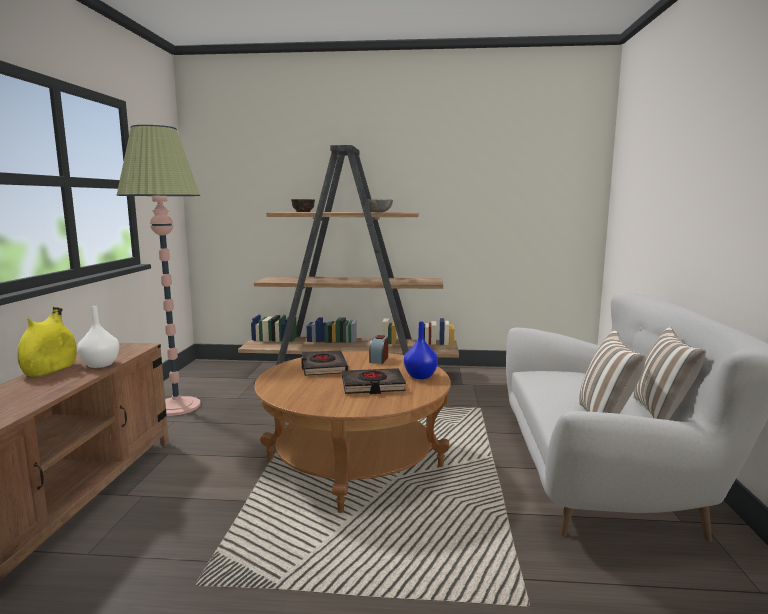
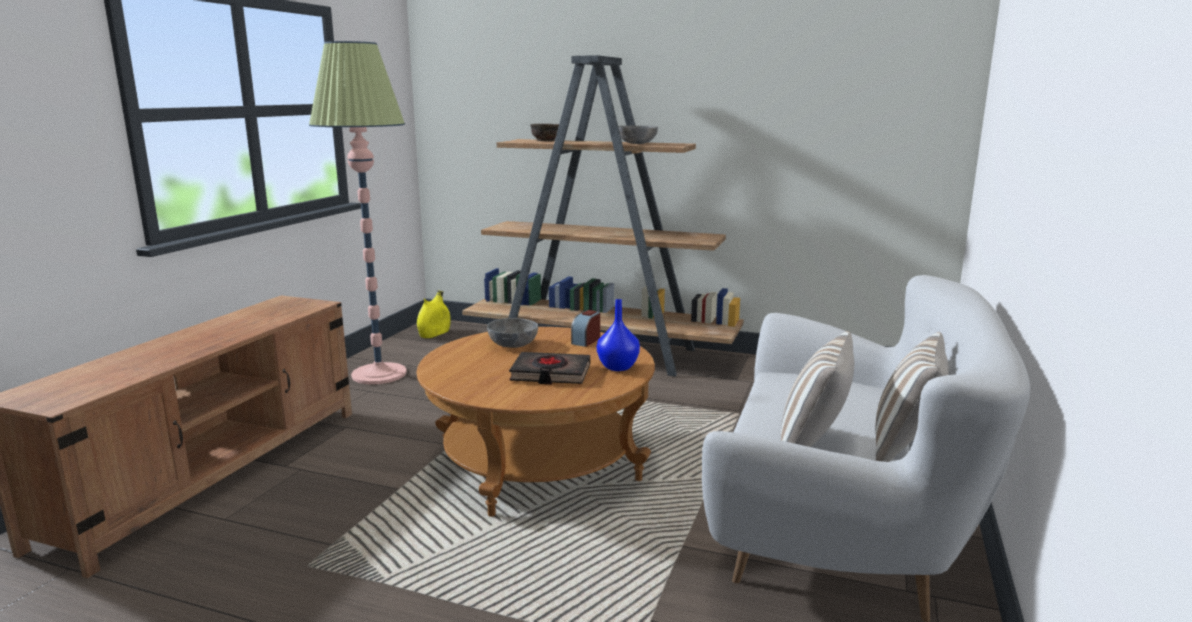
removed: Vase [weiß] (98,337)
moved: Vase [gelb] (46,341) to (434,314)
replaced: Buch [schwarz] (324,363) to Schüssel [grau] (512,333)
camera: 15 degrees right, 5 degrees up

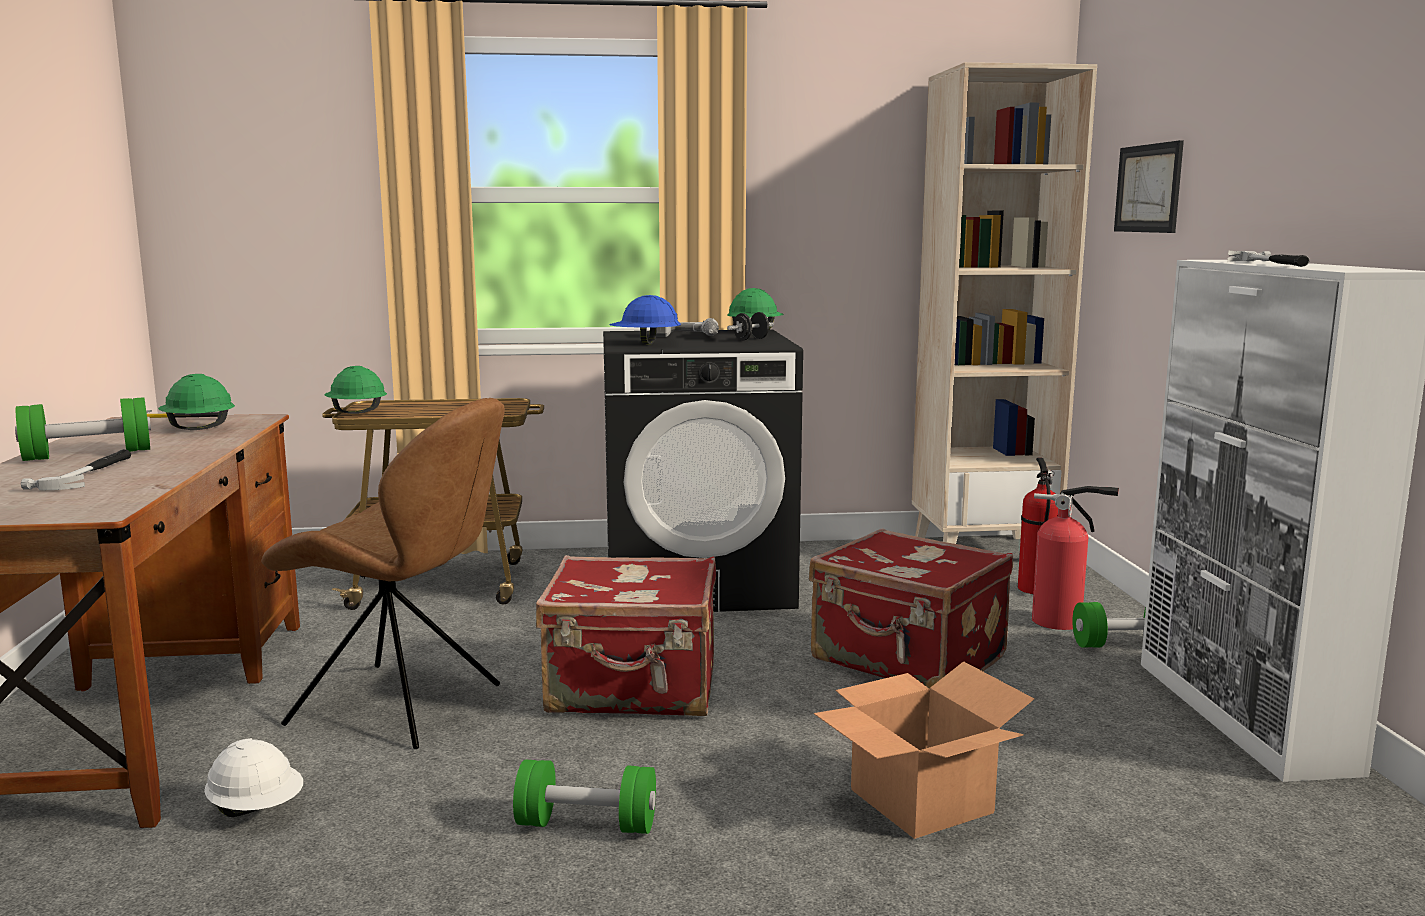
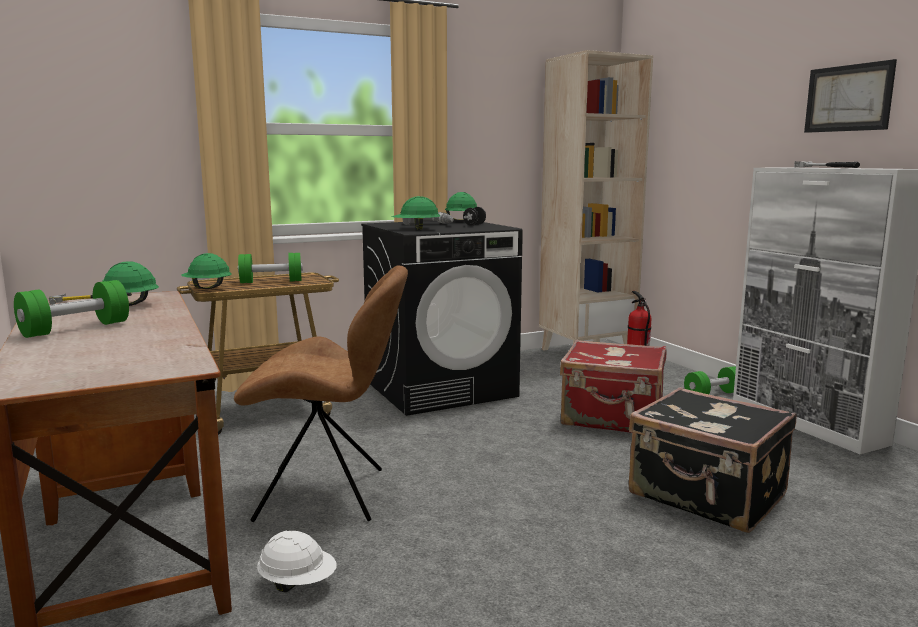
removed: Hammer (76,469); Koffer [rot] (626,635); Feuerlöscher (1075,558)
moved: Hantel [grün] (584,797) to (270,268); Bild (1149,186) to (850,96)
replaced: Karton (924,750) to Koffer [schwarz] (712,460)
recoloured: Schutzhelm [blau] (645,319) to Schutzhelm [grün] (416,213)
camera: 20 degrees left, 0 degrees up

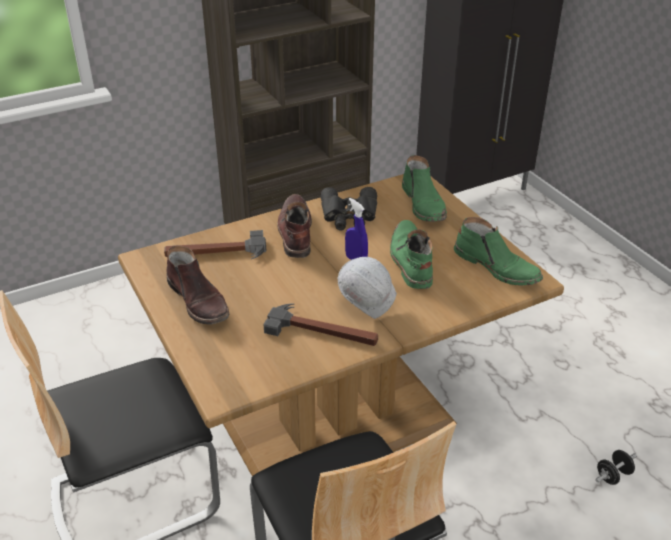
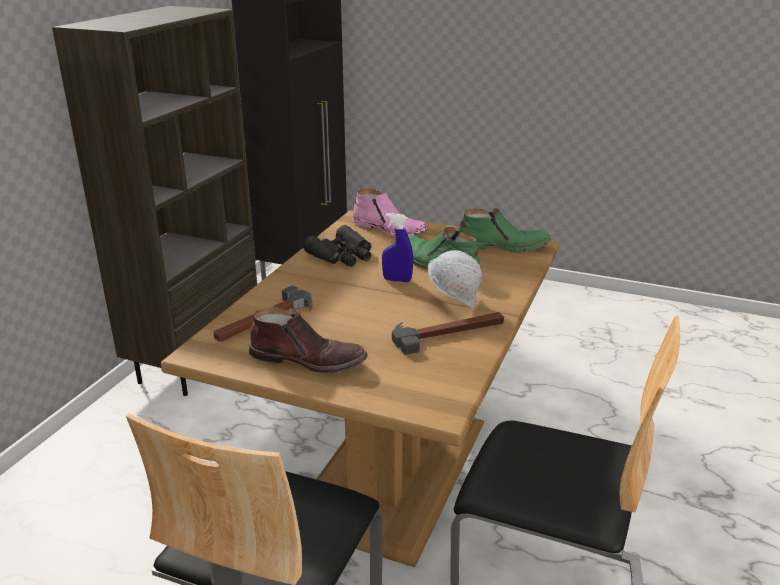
removed: Stiefel [braun] (294,226); Hantel [schwarz] (616,467)
recoloured: Stiefel [grün] (424,188) to Stiefel [rosa] (390,213)
camera: 40 degrees left, 10 degrees down

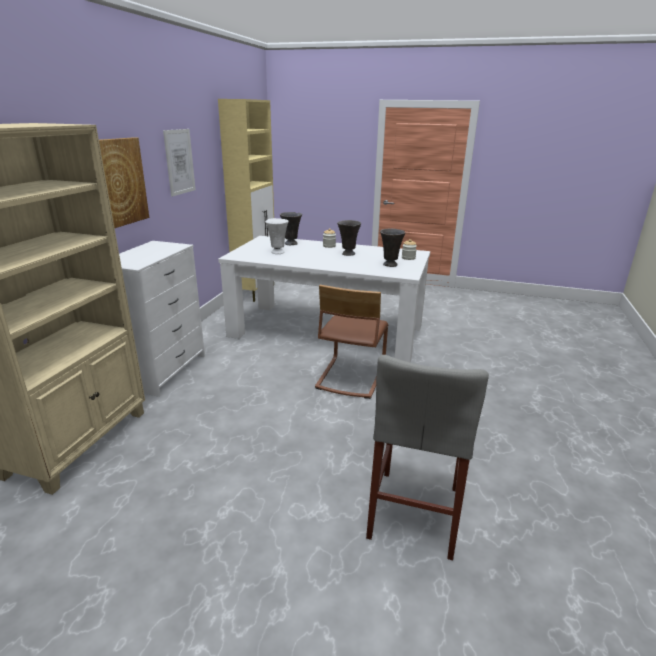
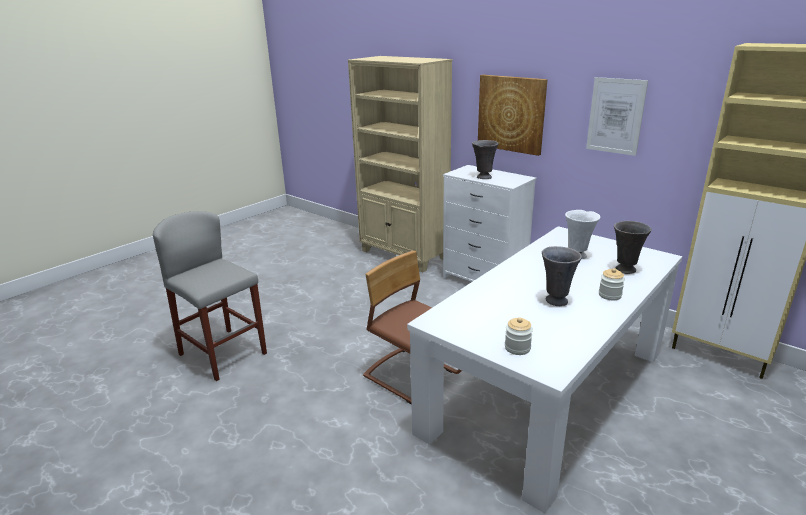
moved: Vase [grau] (392,248) to (485,159)
camera: 115 degrees right, 0 degrees up

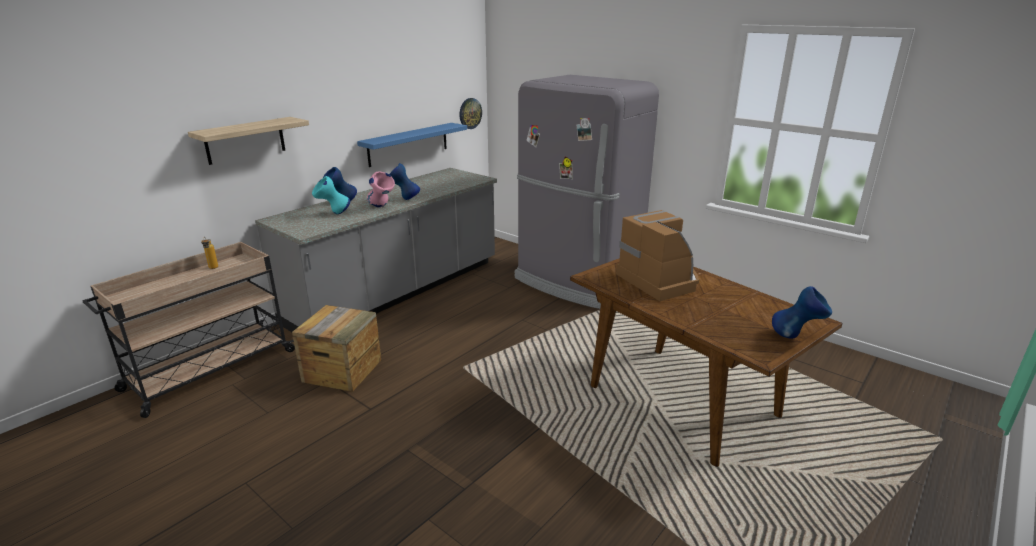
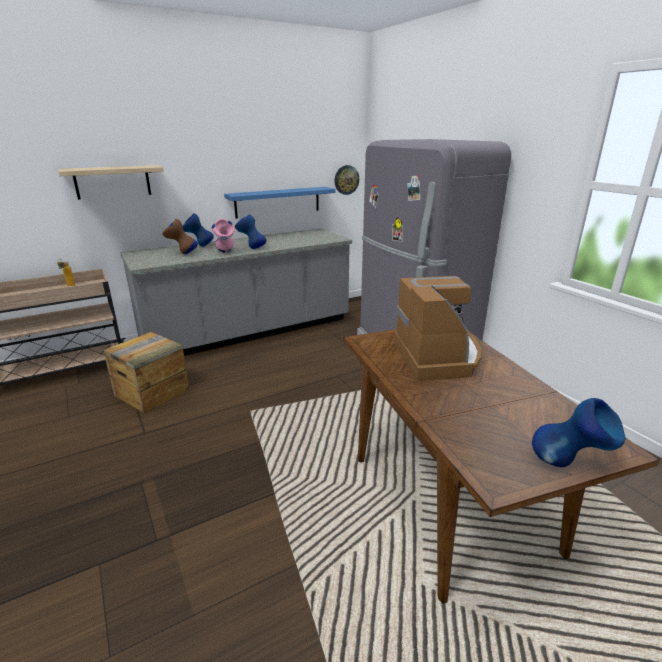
recoloured: Vase [türkis] (331,195) to Vase [braun] (180,236)
camera: 20 degrees right, 0 degrees up

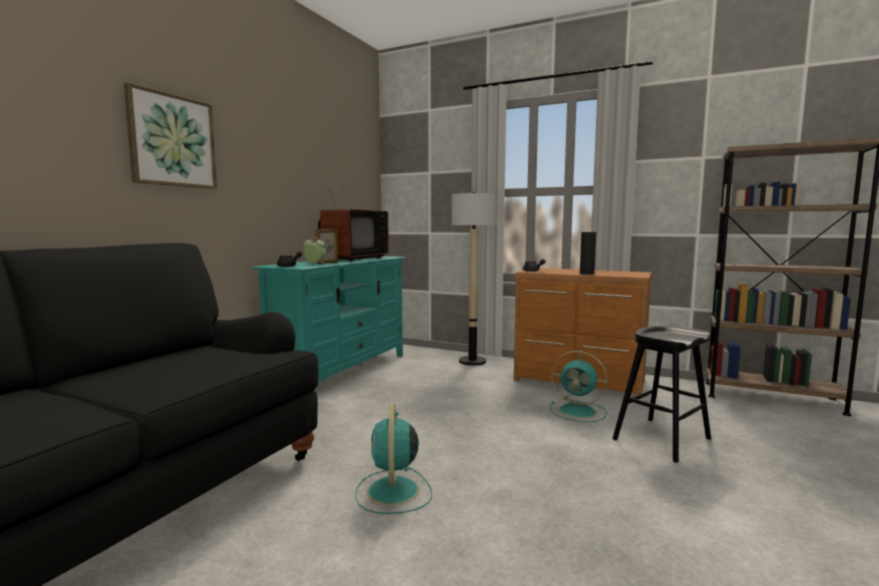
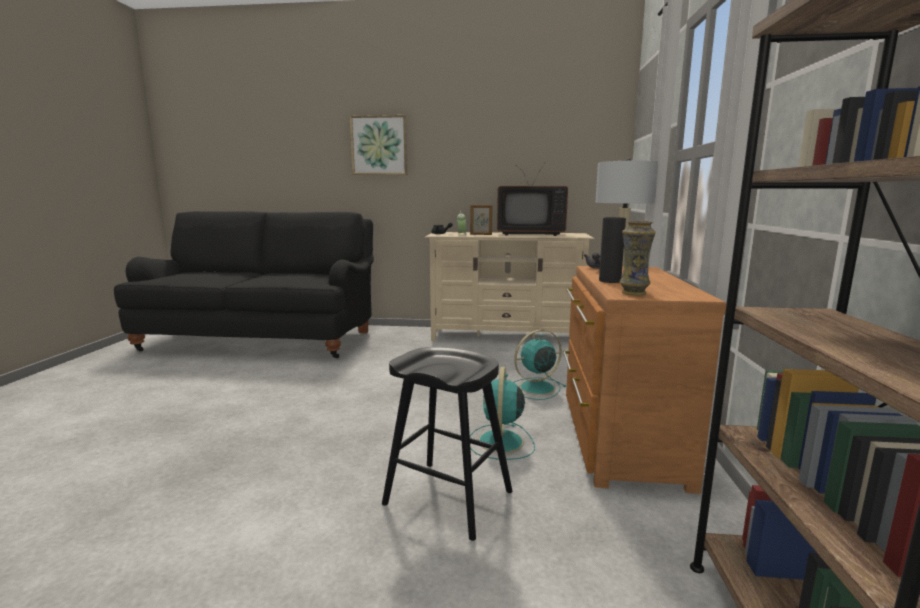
added: Vase (637,258)
moved: Ventilator [türkis] (393,459) to (540,364)
recoloured: Fernsehschrank [türkis] (329,319) to Fernsehschrank [beige] (510,286)
camera: 70 degrees right, 5 degrees up

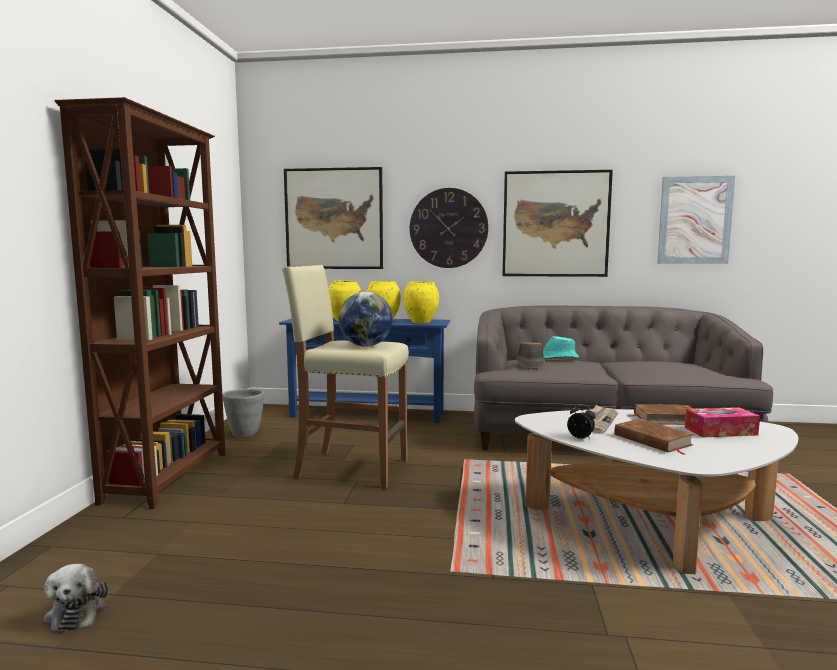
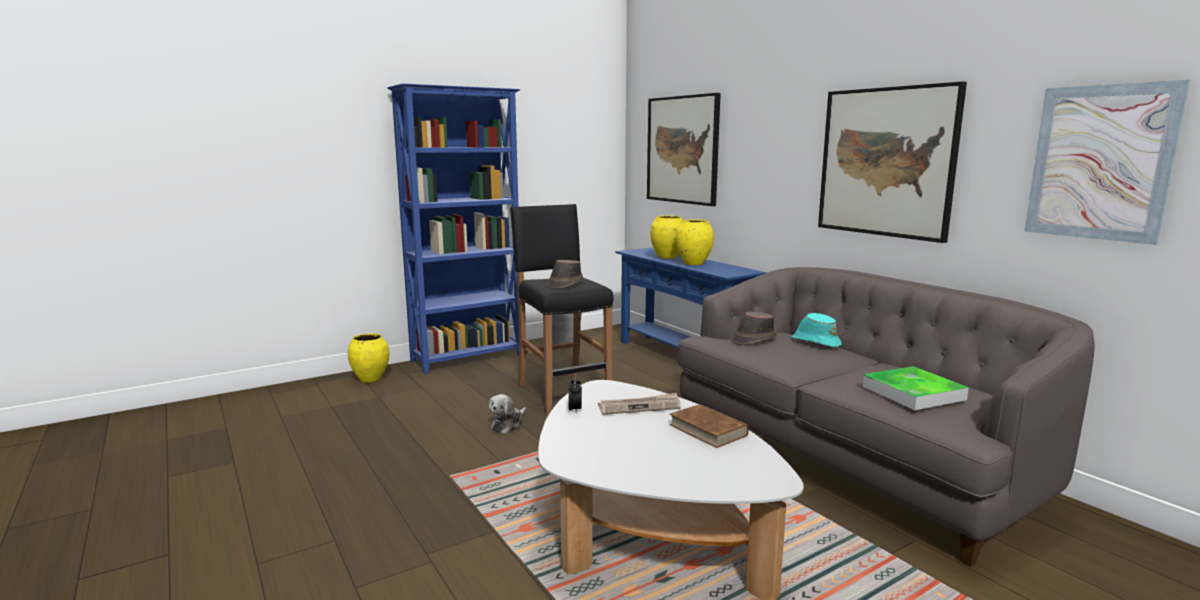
removed: Wanduhr (449,228); Buch [braun] (654,437); Taschentuchbox (722,422)
added: Tablett (916,388)
moved: Vase [gelb] (421,302) to (368,358); Plüschtier (76,598) to (508,414)
replaced: Globus (365,319) to Hut [braun] (566,274)
recoloured: Bücherregal [braun] (140,303) to Bücherregal [blau] (453,228); Hocker [beige] (345,377) to Hocker [schwarz] (561,309)
camera: 50 degrees right, 5 degrees up

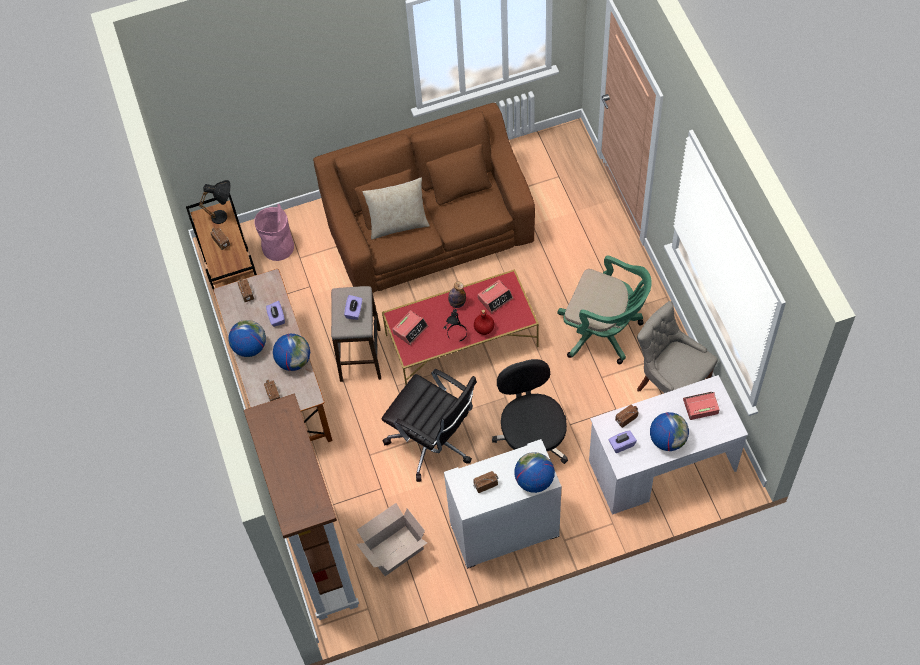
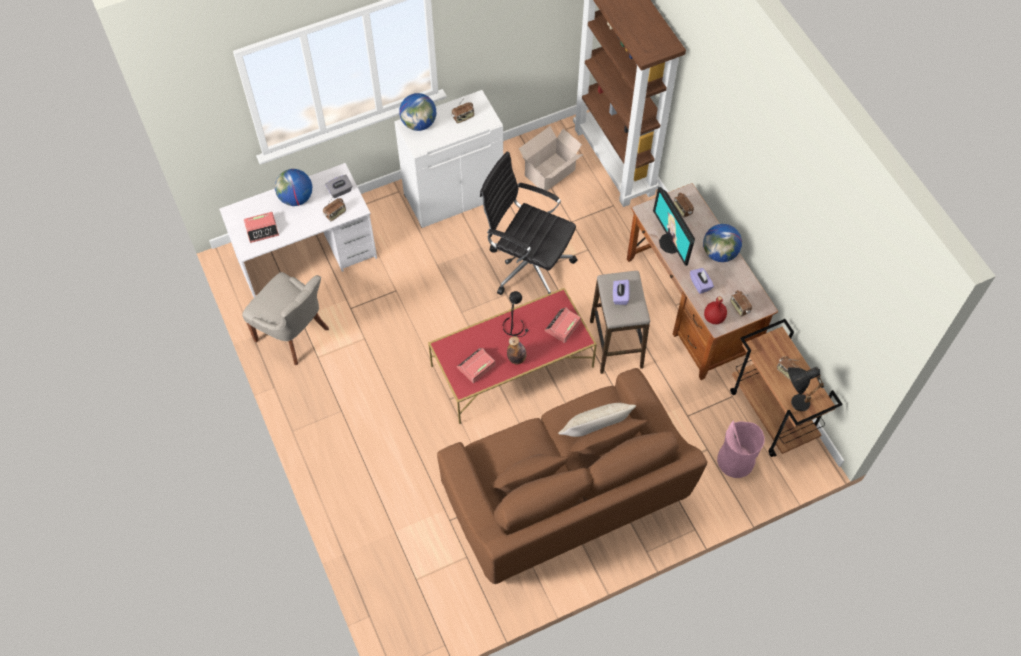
removed: Bürostuhl [schwarz] (530,411); Bürostuhl [grün] (604,309)
moved: Flasche [rot] (484,322) to (715,310)
replaced: Globus (291,352) to Monitor (674,226)
recoloured: Taschentuchbox [lila] (622,441) to Taschentuchbox [grau] (339,186)
camera: 170 degrees right, 0 degrees up

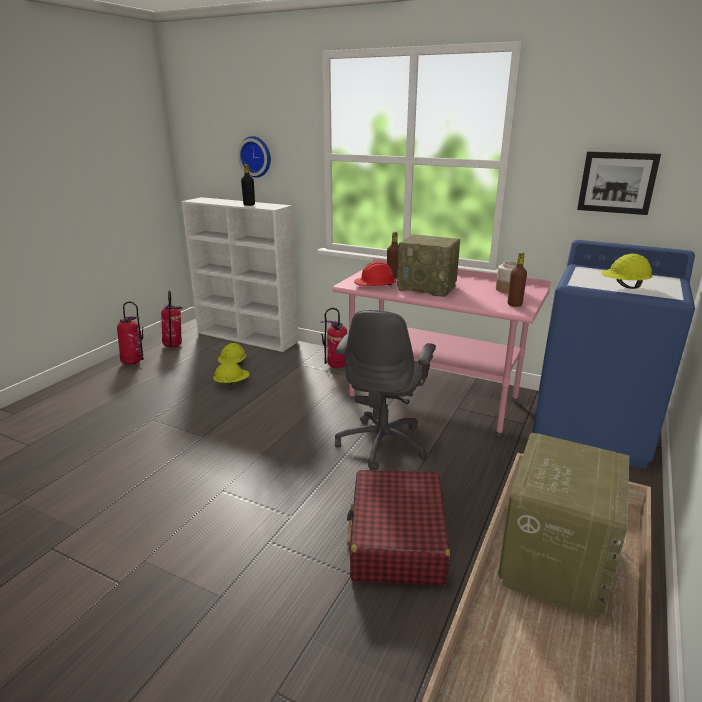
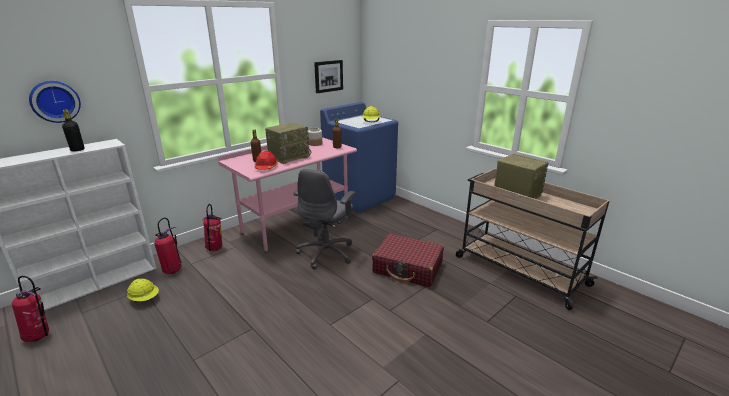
removed: Schutzhelm [gelb] (231,374)
moved: Feuerlöscher (130,333) to (168,246)
turned: Bürostuhl [grau] (385,390) = (325,219) 75 degrees clockwise
camera: 70 degrees left, 0 degrees up

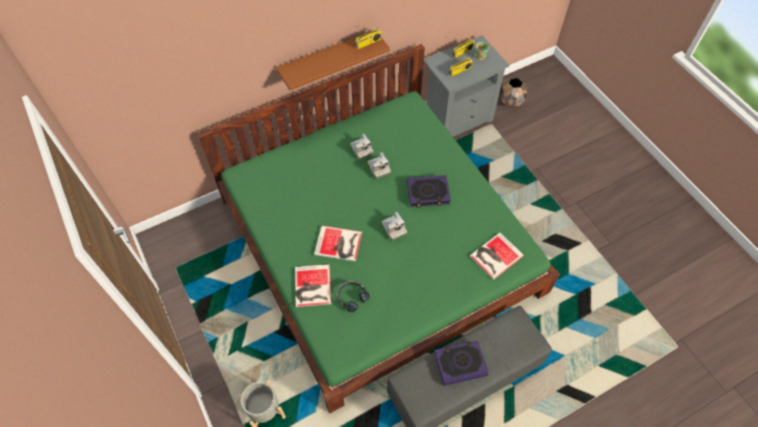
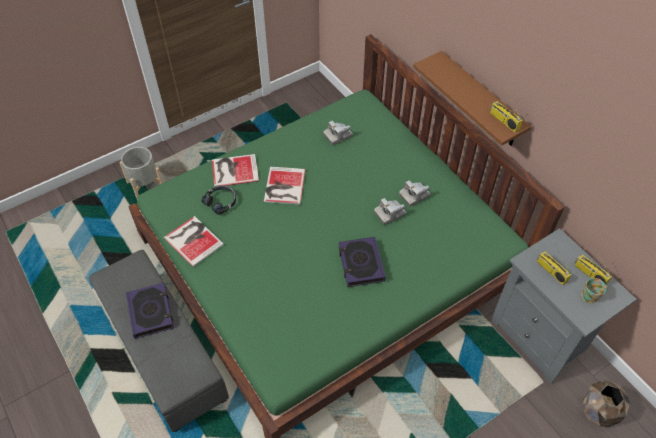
moved: Buch (497,256) to (194,241); Kamera (394,226) to (338,133)
camera: 85 degrees right, 5 degrees down

